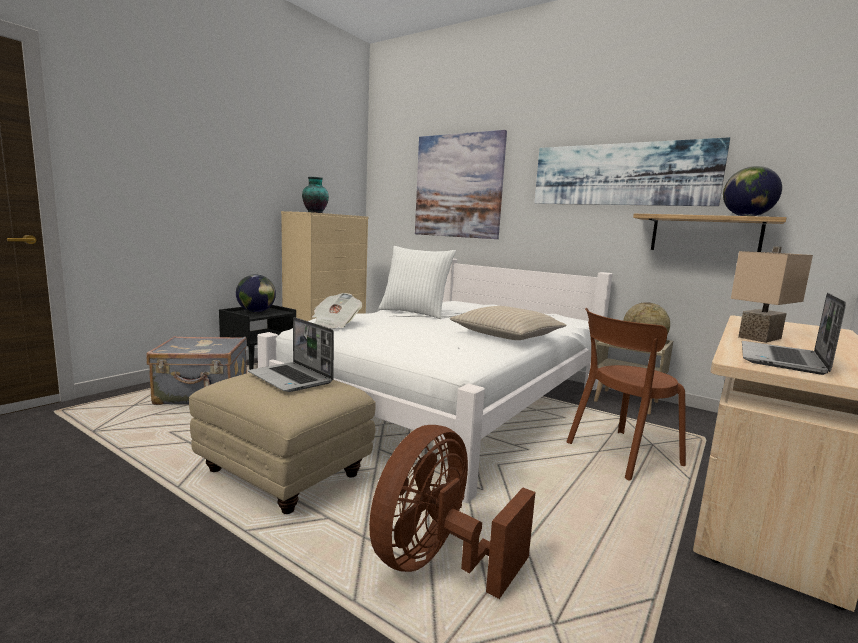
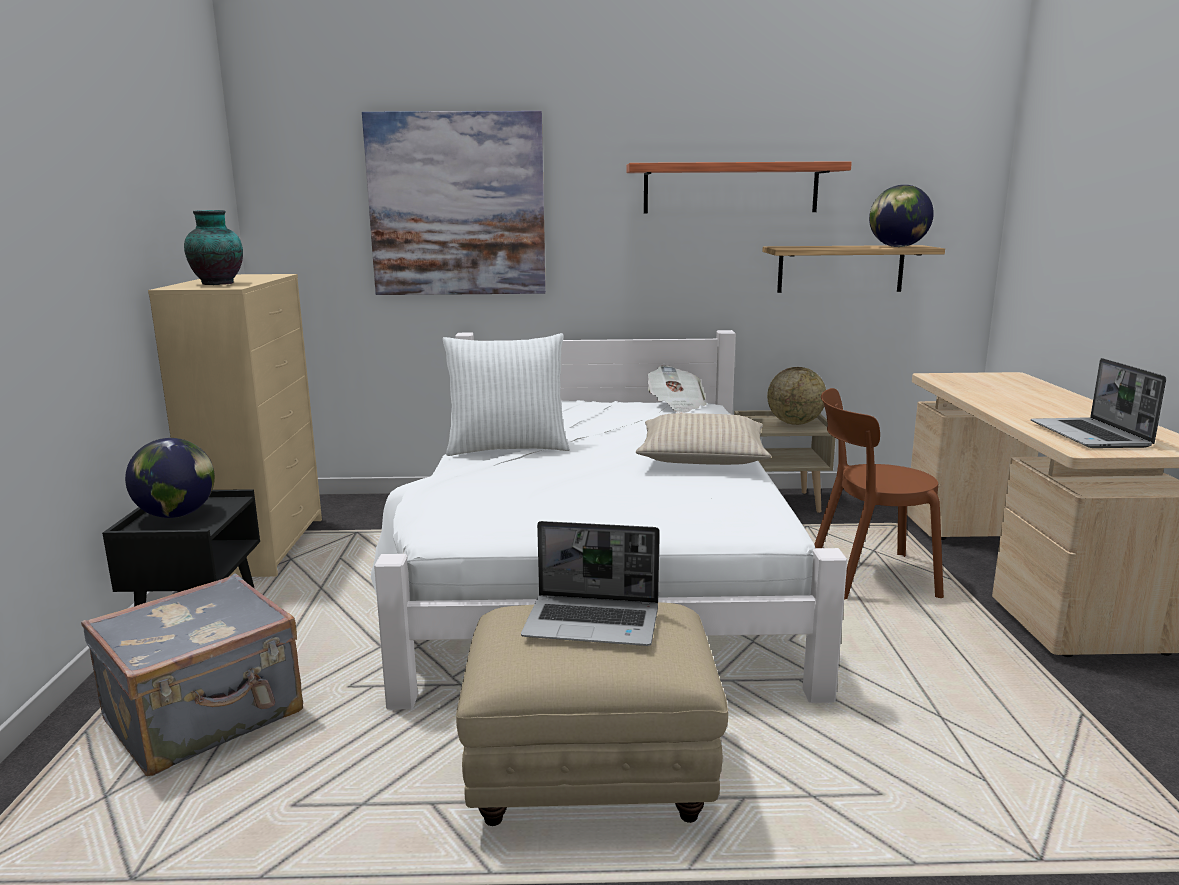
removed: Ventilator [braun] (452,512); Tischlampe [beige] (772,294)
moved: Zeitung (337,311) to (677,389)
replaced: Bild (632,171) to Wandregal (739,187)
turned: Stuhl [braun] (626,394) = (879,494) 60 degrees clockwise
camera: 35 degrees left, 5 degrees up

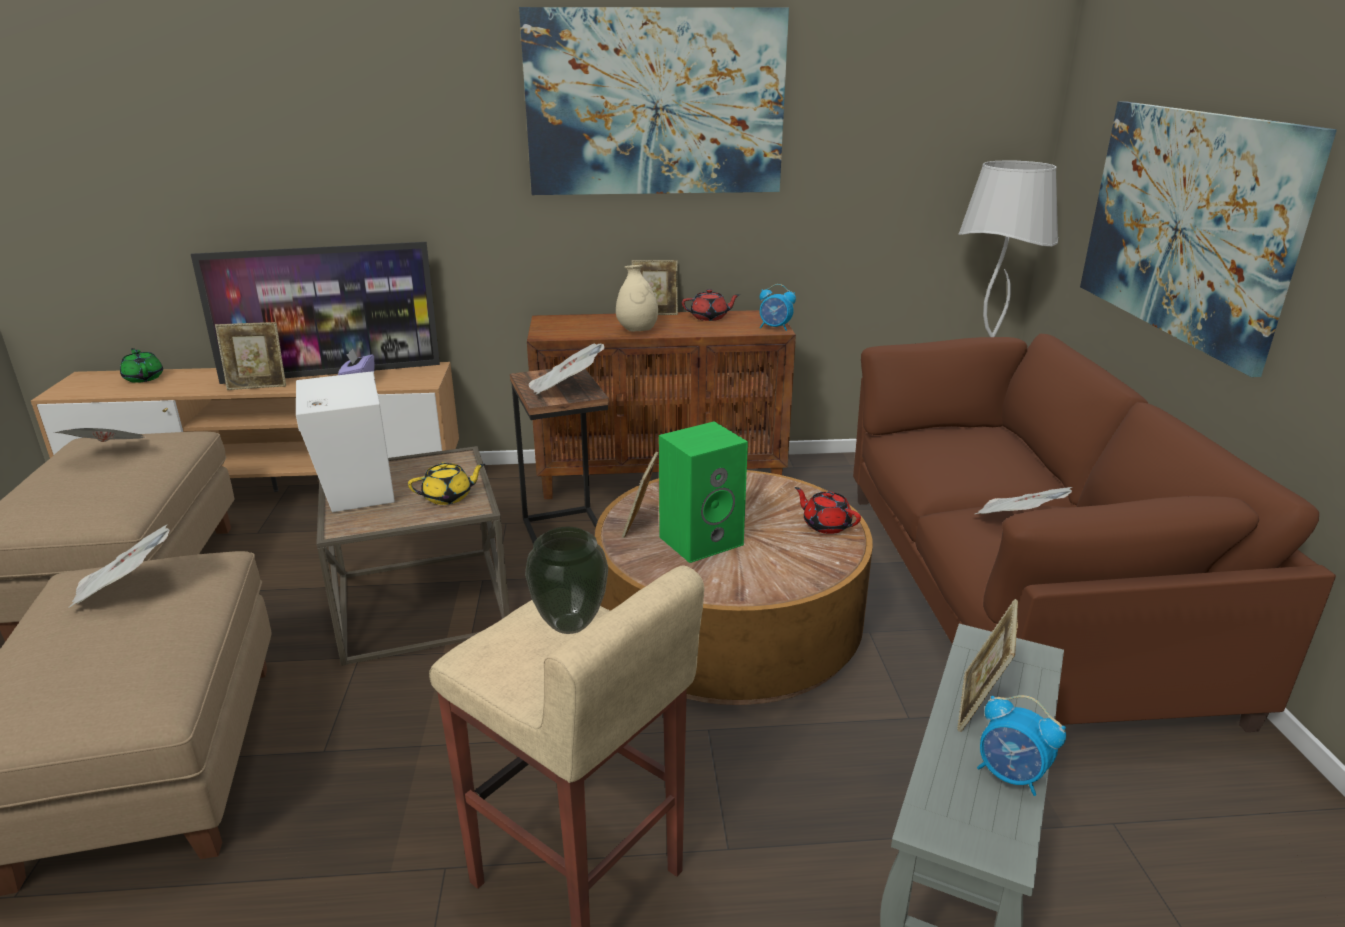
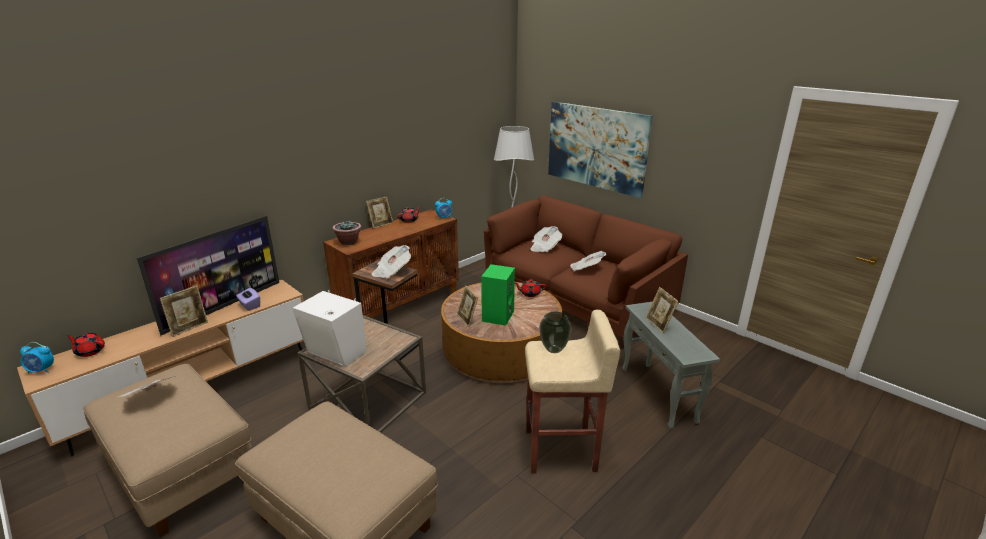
removed: Teekanne [gelb] (446,483); Bild (654,101); Vase [beige] (637,298)
added: Topfpflanze (346,232)
moved: Wecker (1021,745) to (37,358); Zeitung (119,566) to (546,239)
recoloured: Teekanne [grün] (141,365) to Teekanne [rot] (86,345)
camera: 40 degrees left, 0 degrees up

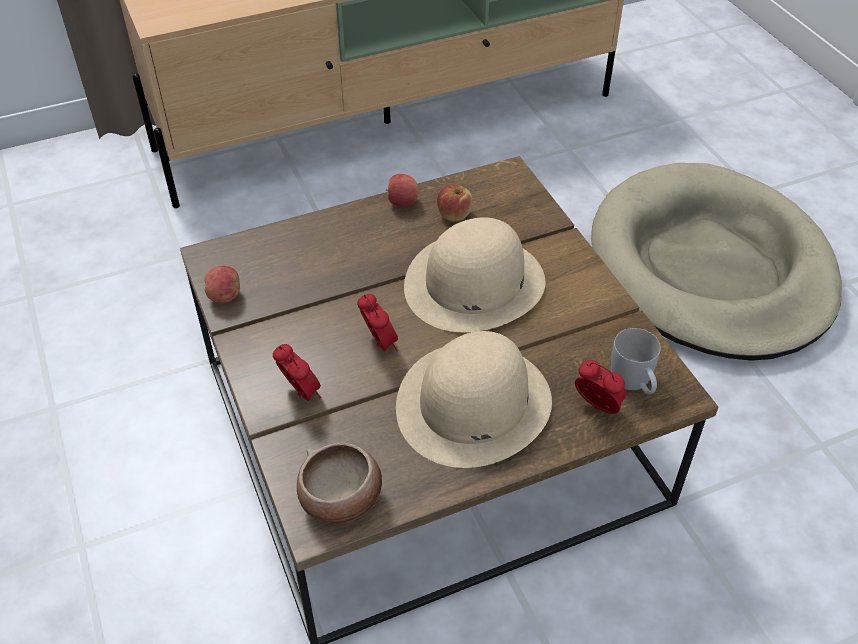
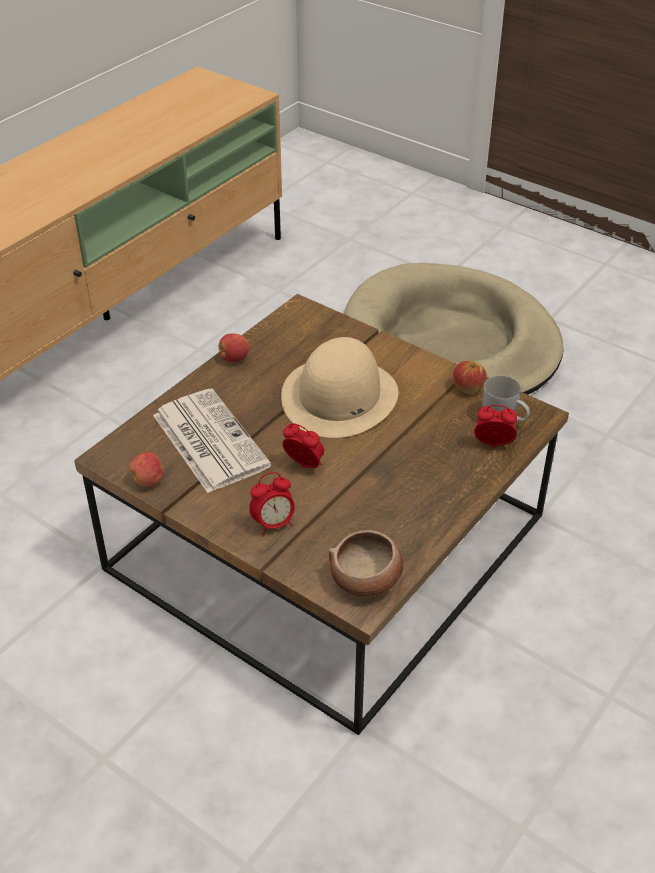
removed: Hut [beige] (474,399)
added: Zeitung (212,441)
moved: Apfel (455,202) to (470,377)
turned: Wecker (297,372) = (272,503) 135 degrees clockwise
camera: 30 degrees left, 5 degrees down

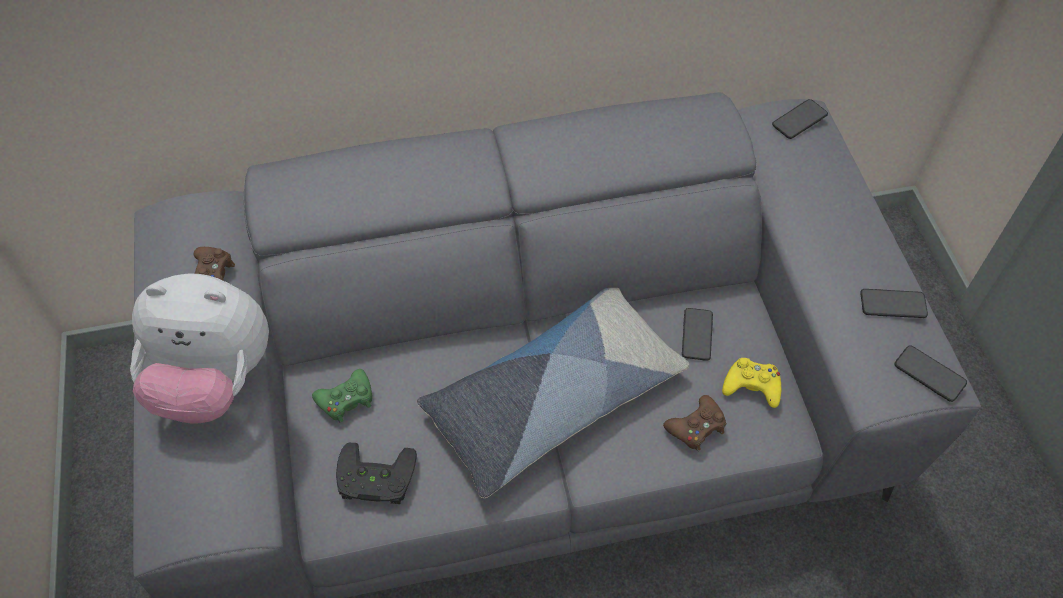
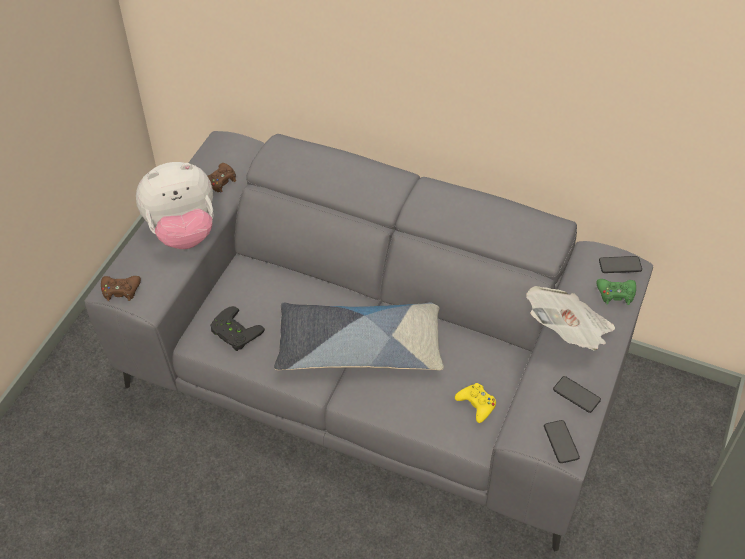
removed: Handy (697,334)
added: Zeitung (570,318)
moved: Gamepad [braun] (694,423) to (121,288); Gamepad [grün] (342,396) to (616,292)
turned: Plüschtier (199,349) = (174,205) 60 degrees counterclockwise
camera: 35 degrees right, 5 degrees down

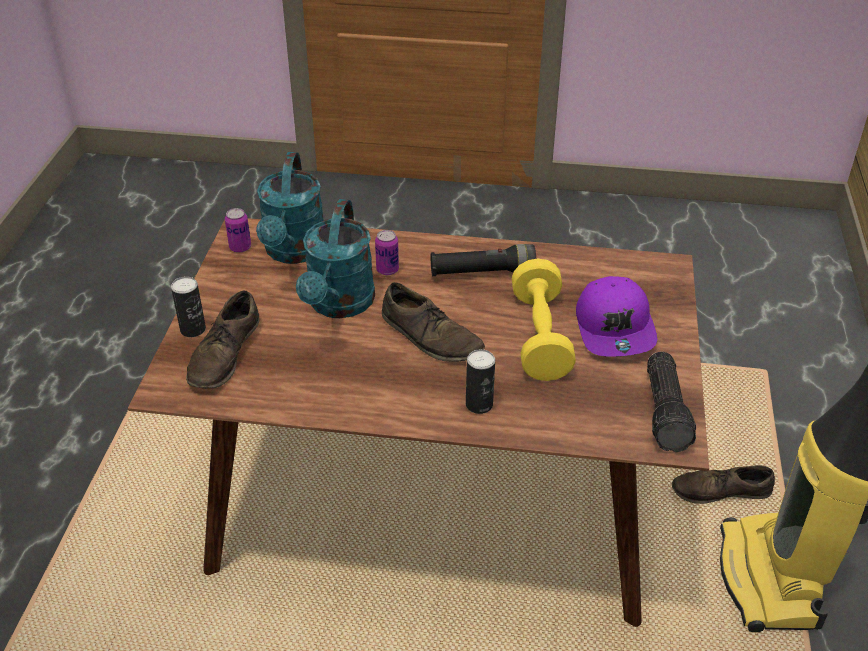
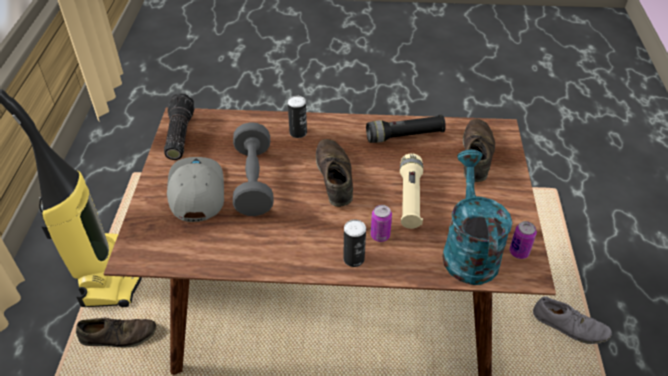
added: Schuh [grau] (572,320)
moved: Dose (188,306) to (354,243); Taschenlampe [schwarz] (483,260) to (406,129)
replaced: Gießkanne [türkis] (335,258) to Taschenlampe [beige] (411,191)
recoloured: Kappe [lila] (616,316) to Kappe [grau] (195,189); Hantel [gelb] (544,320) to Hantel [grau] (253,169)
turned: Schuh [braun] (433,322) = (334,173) 45 degrees clockwise
camera: 175 degrees right, 5 degrees up

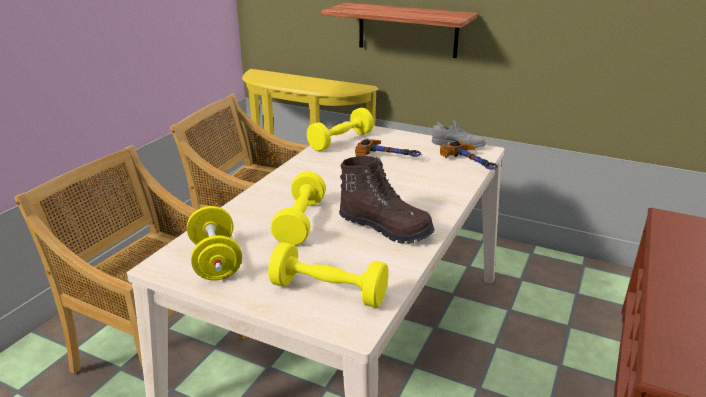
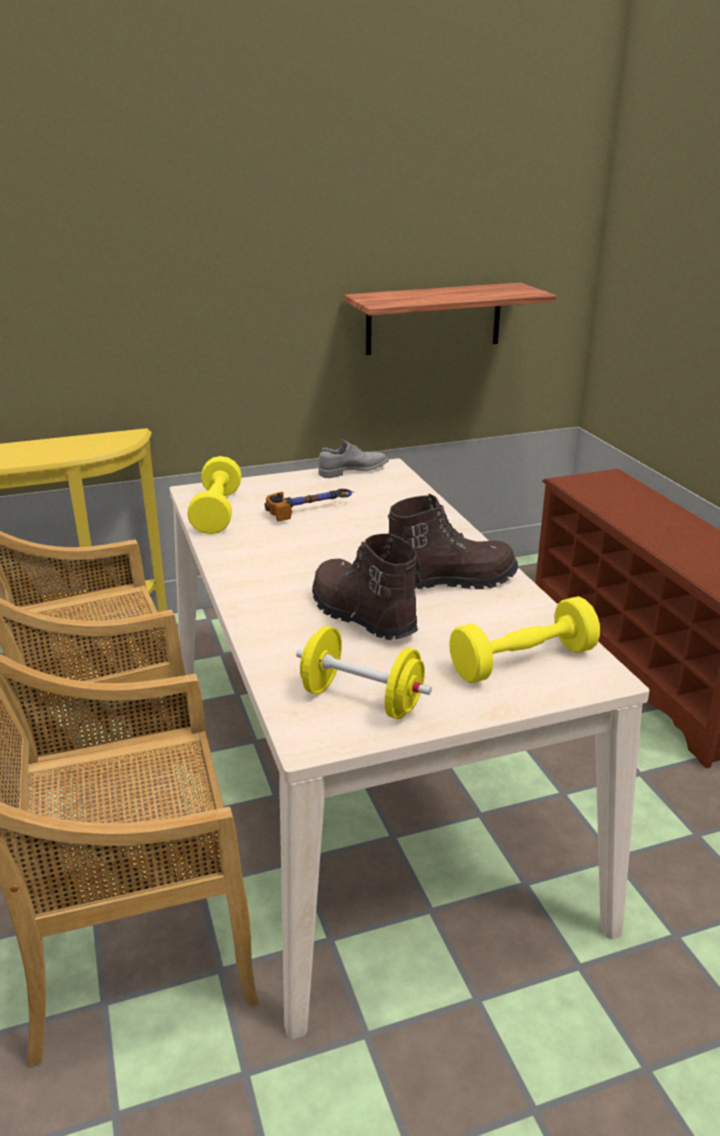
removed: Hammer (469,155)
moved: Wandregal (400,30) to (450,319)
replaced: Hantel [gelb] (298,208) to Stiefel [braun] (366,587)
camera: 45 degrees left, 0 degrees up

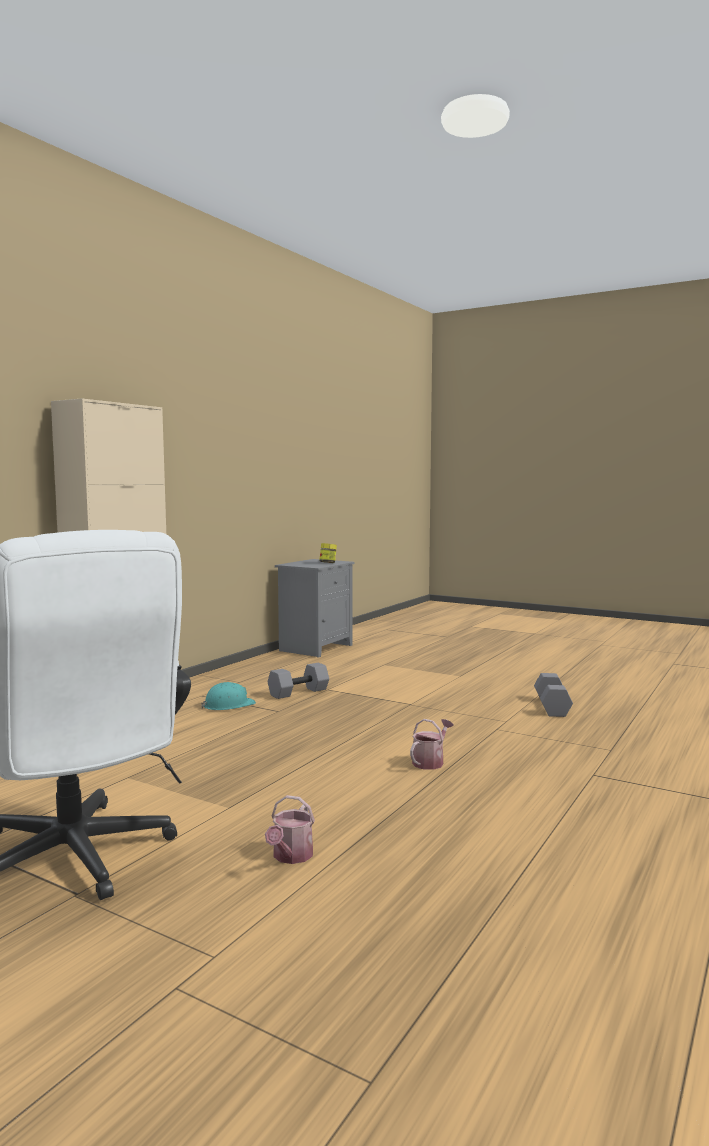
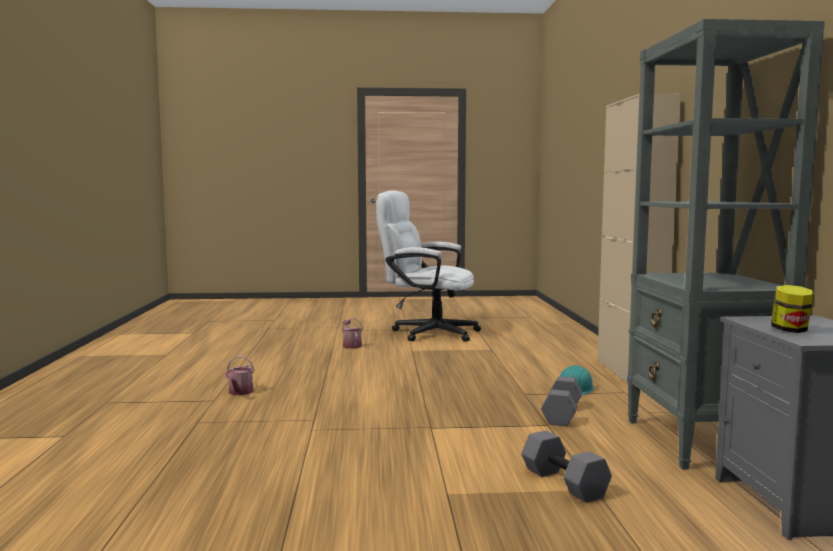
added: Bücherregal [grau] (726,244)
moved: Gießkanne (432,744) to (239,375); Hantel [grau] (553,695) to (566,466)
camera: 145 degrees right, 0 degrees up

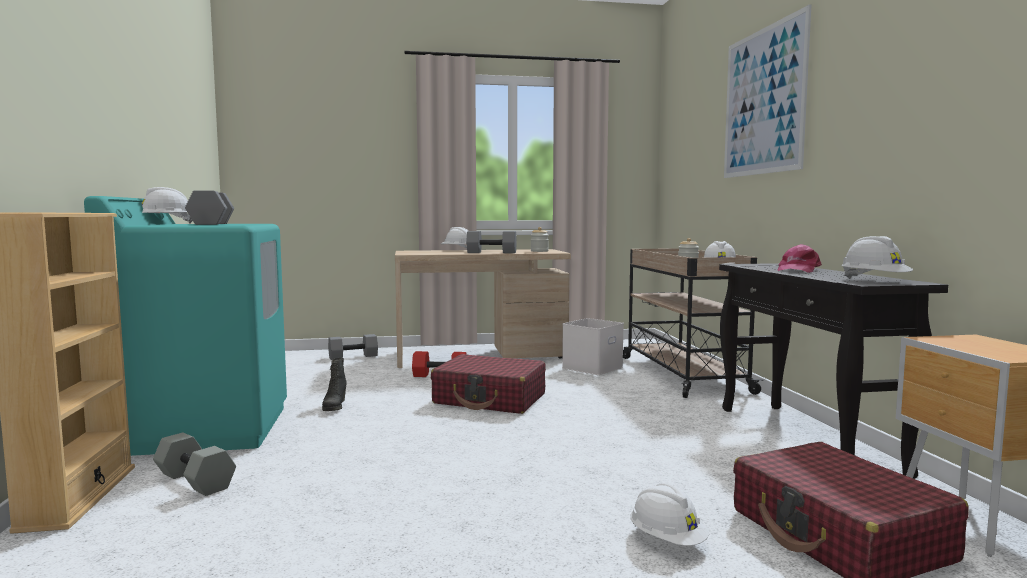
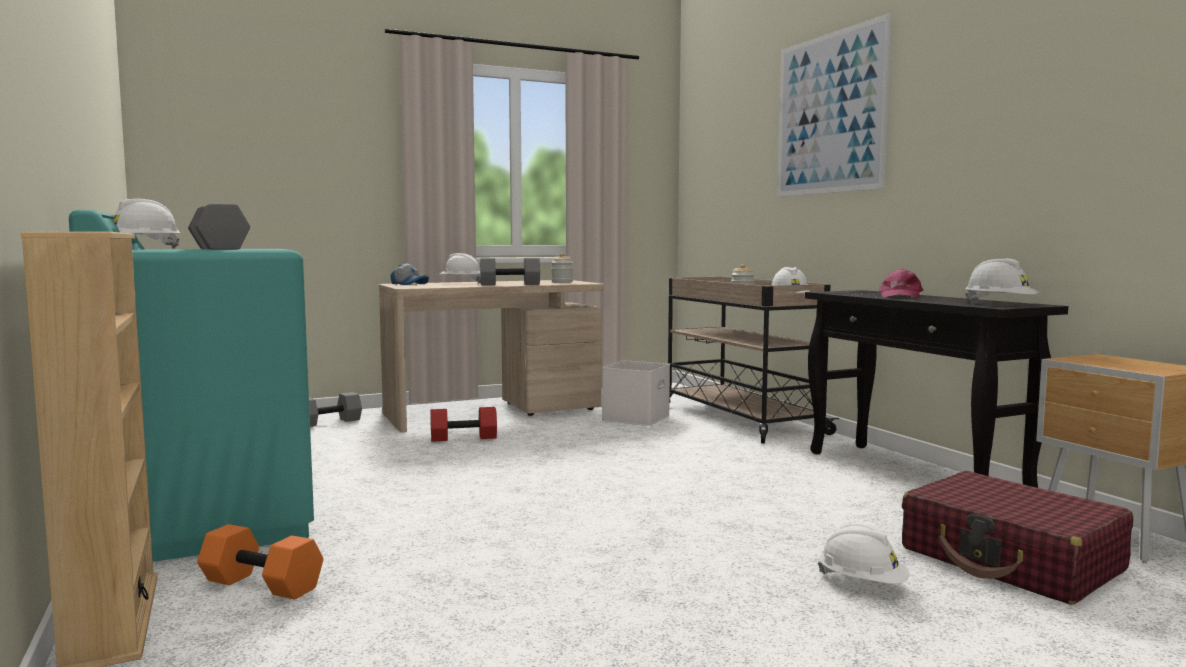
removed: Stiefel [schwarz] (334,384); Koffer [rot] (488,384)
added: Kappe (409,274)
recoloured: Hantel [grau] (194,464) to Hantel [orange] (260,562)
camera: 15 degrees left, 0 degrees up

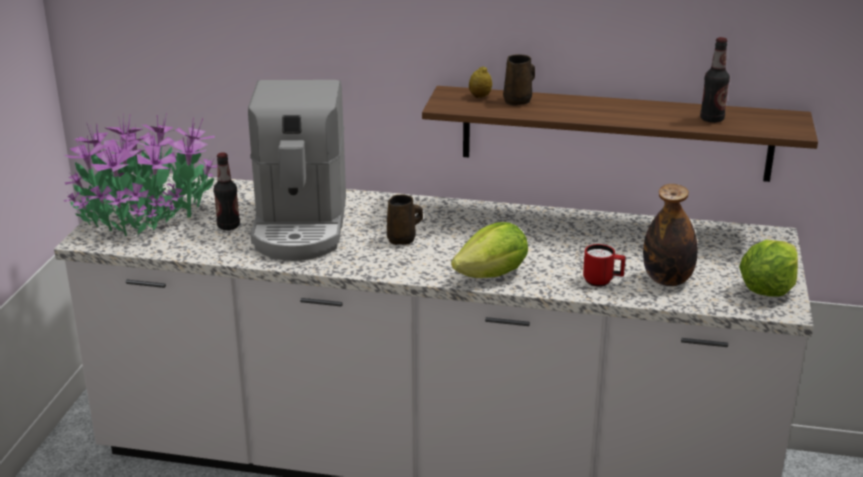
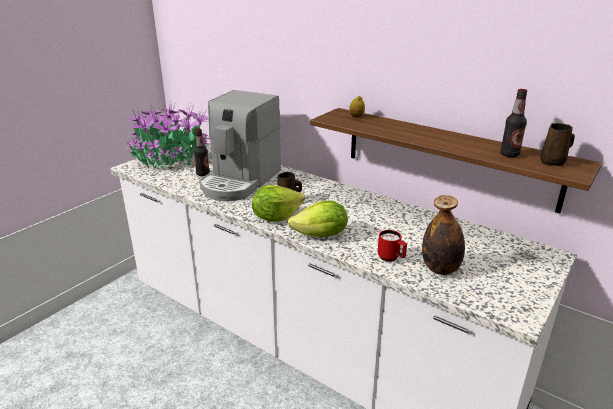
moved: Salatkopf (768,268) to (278,203); Henkelbecher [braun] (519,80) to (557,144)
camera: 25 degrees right, 0 degrees up

